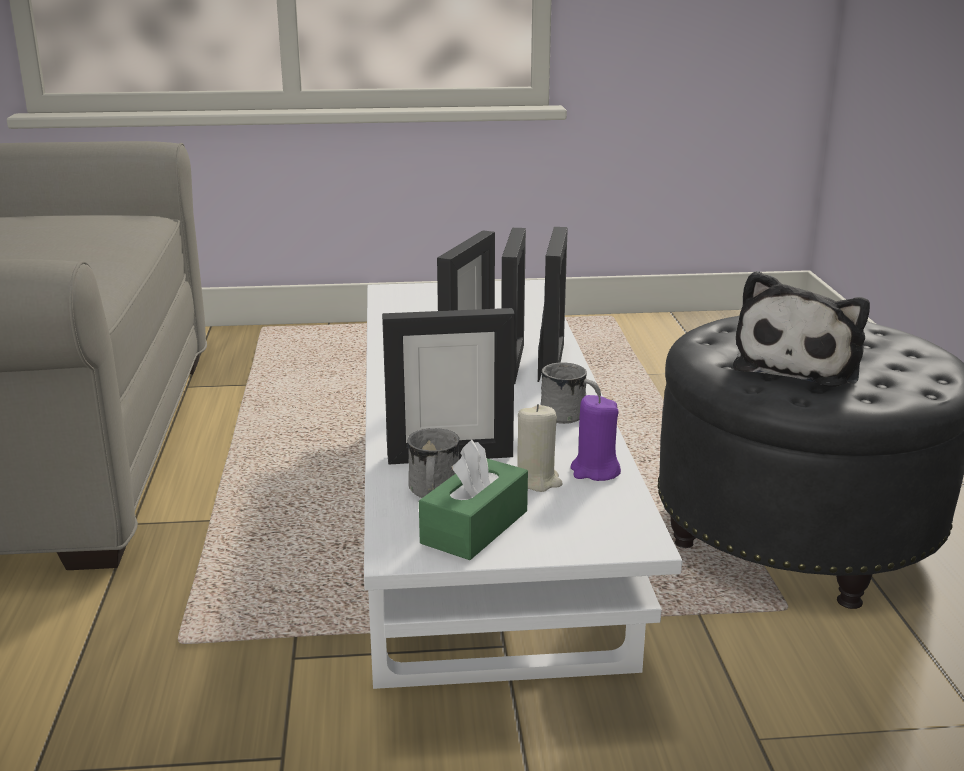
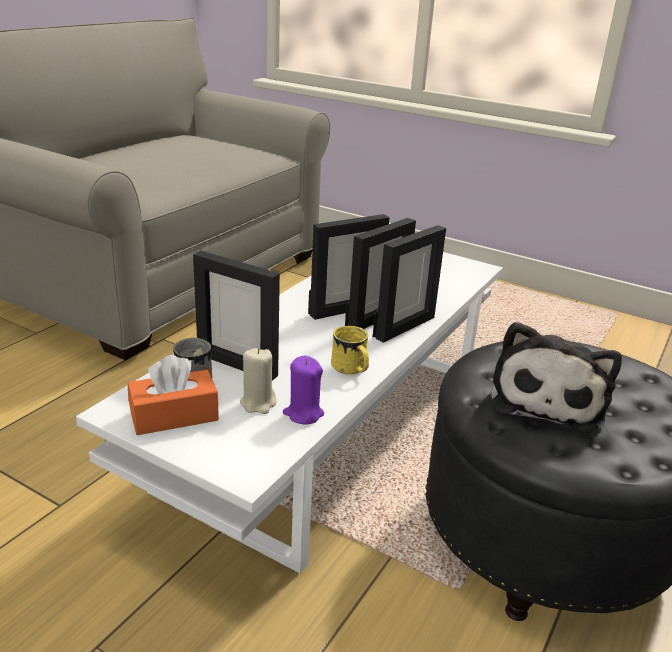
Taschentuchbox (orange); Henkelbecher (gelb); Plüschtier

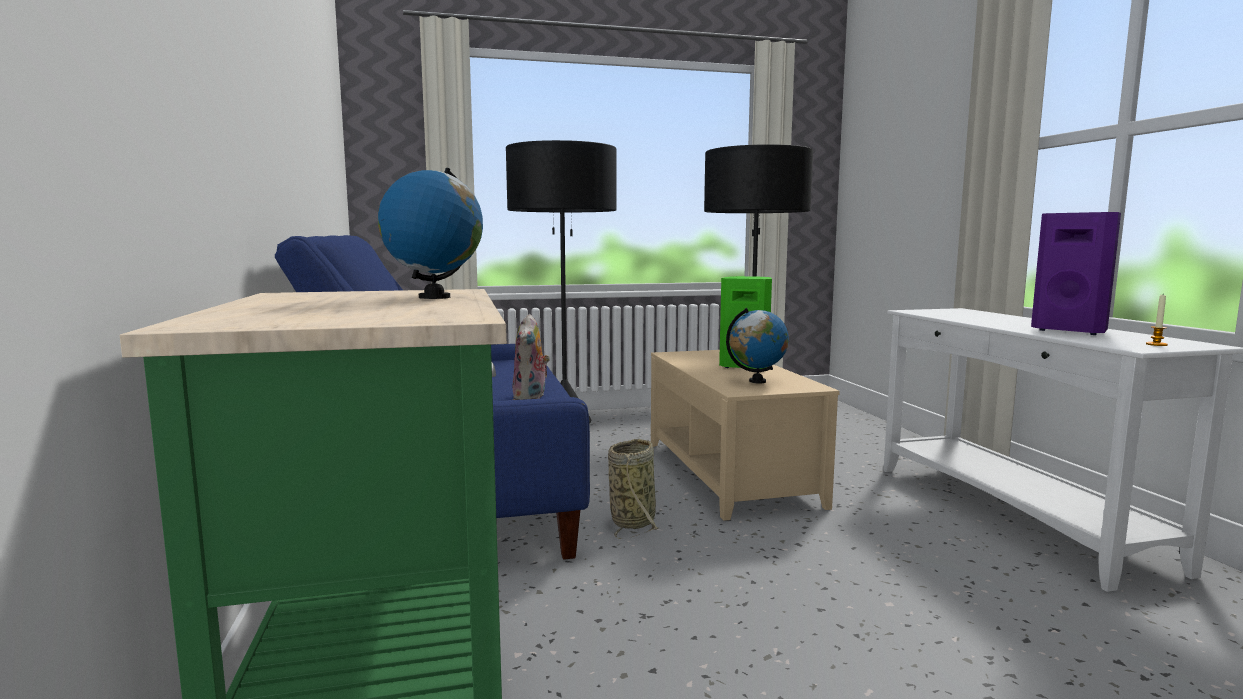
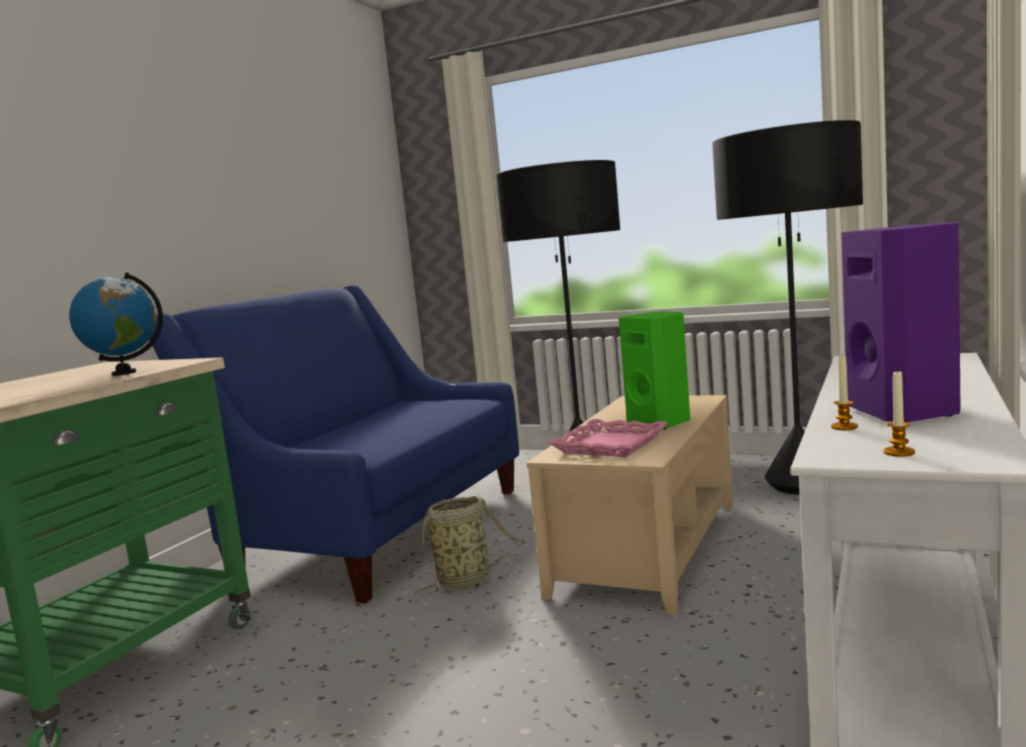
Plüschtier; Kerze (no. 1 from left); Tablett (rosa)

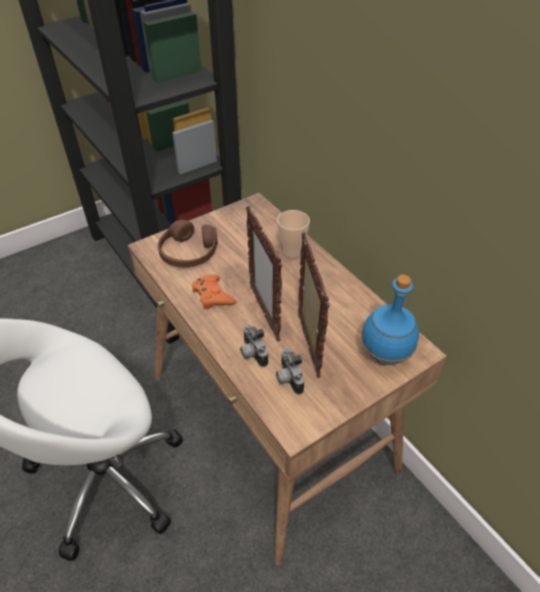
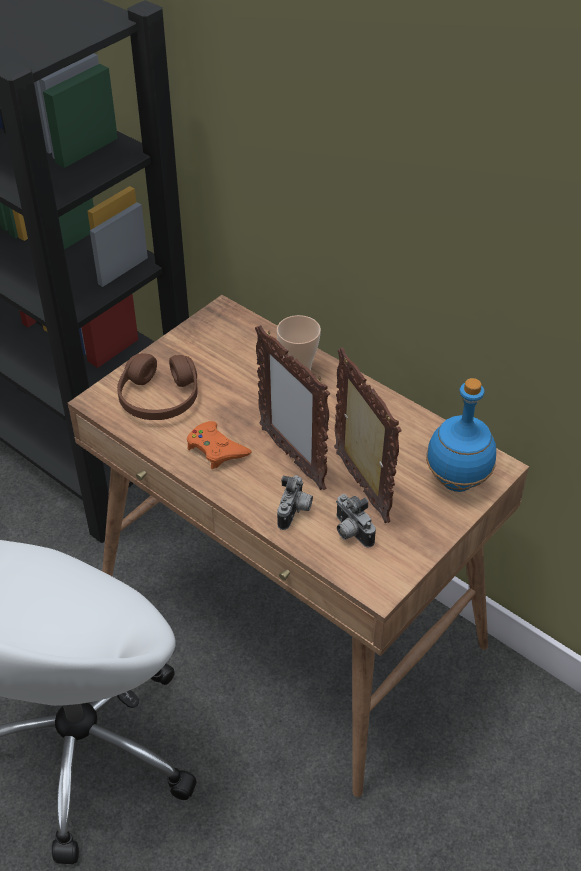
Kamera (no. 1 from left)

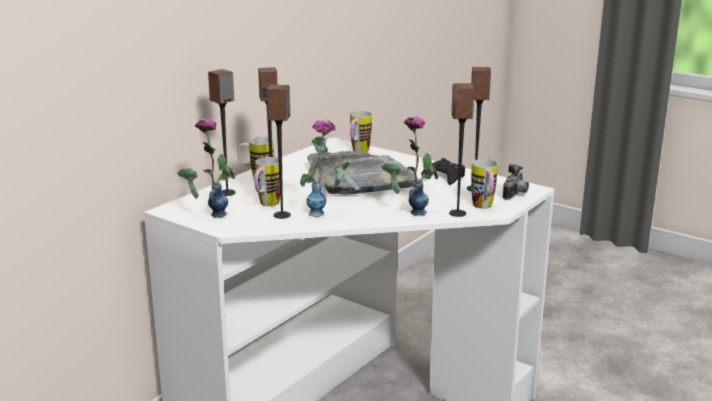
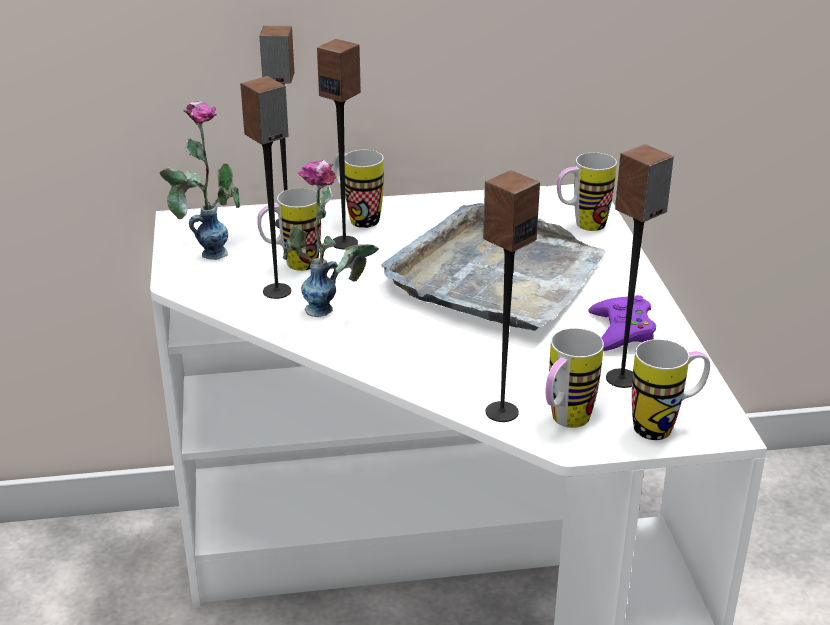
Vase (no. 3 from left in the first image); Henkelbecher (no. 5 from left); Gamepad (lila)

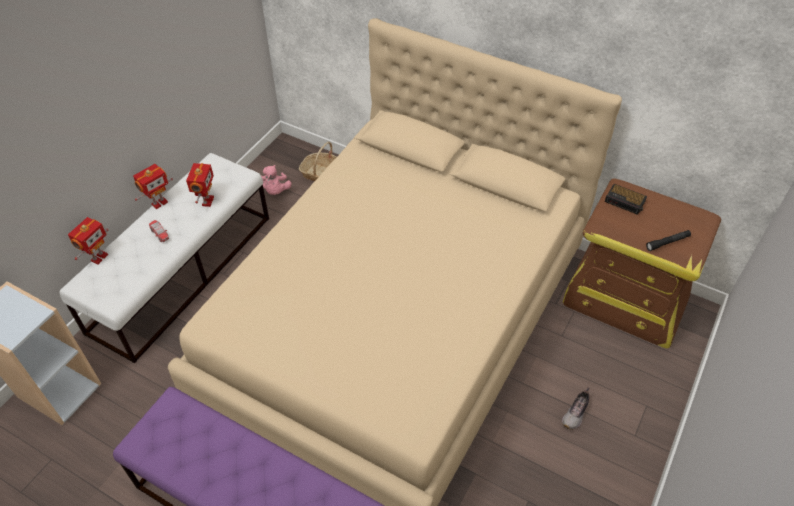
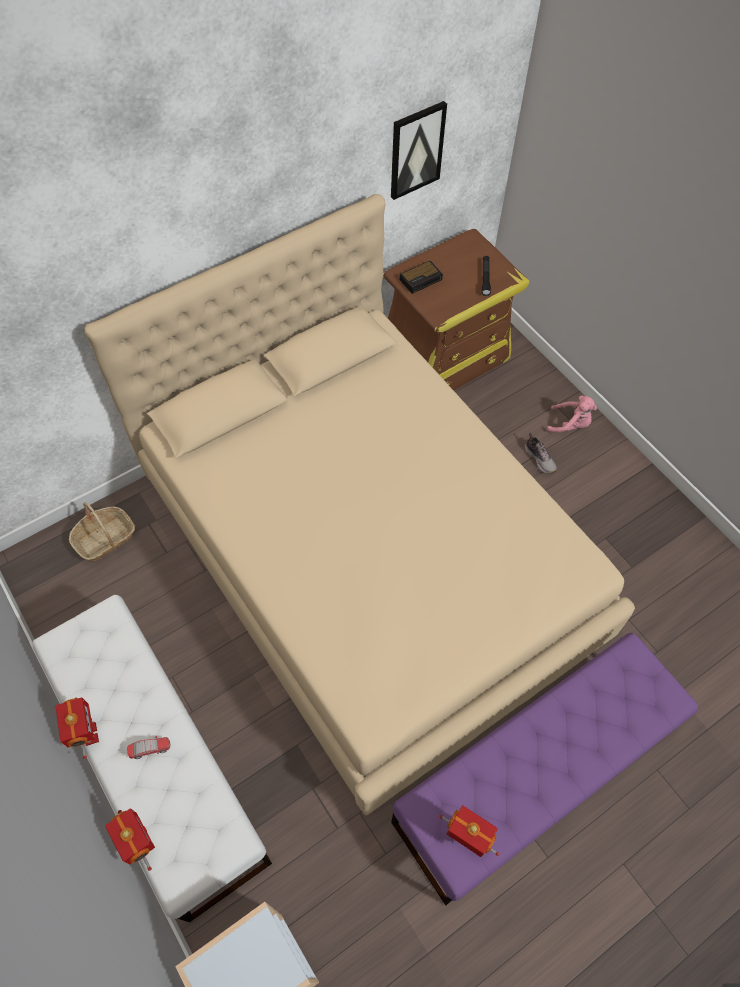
Bild; Spielzeugroboter (no. 3 from left); Plüschtier (rosa)

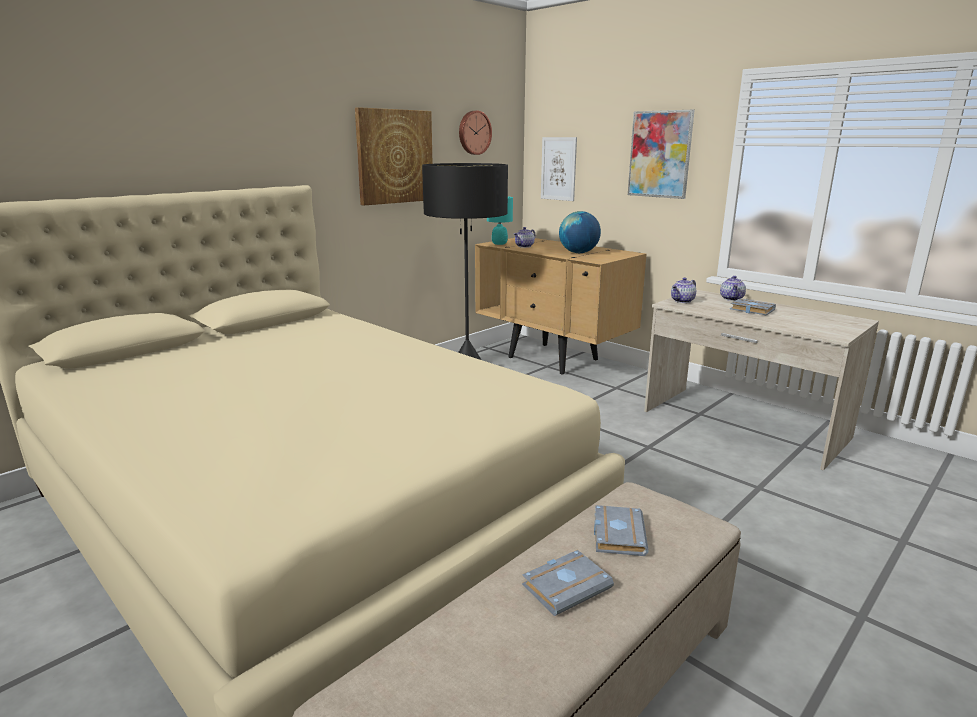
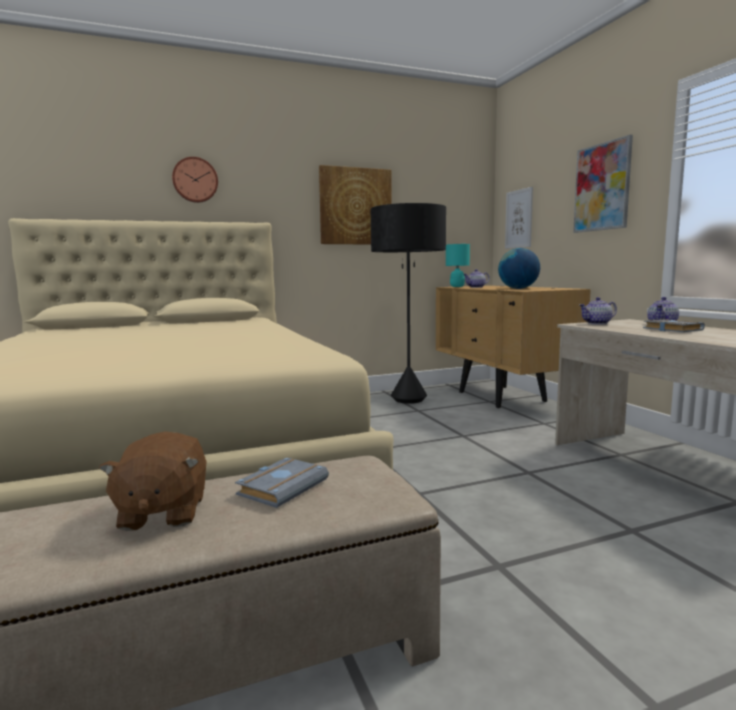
Wanduhr; Plüschtier (braun)

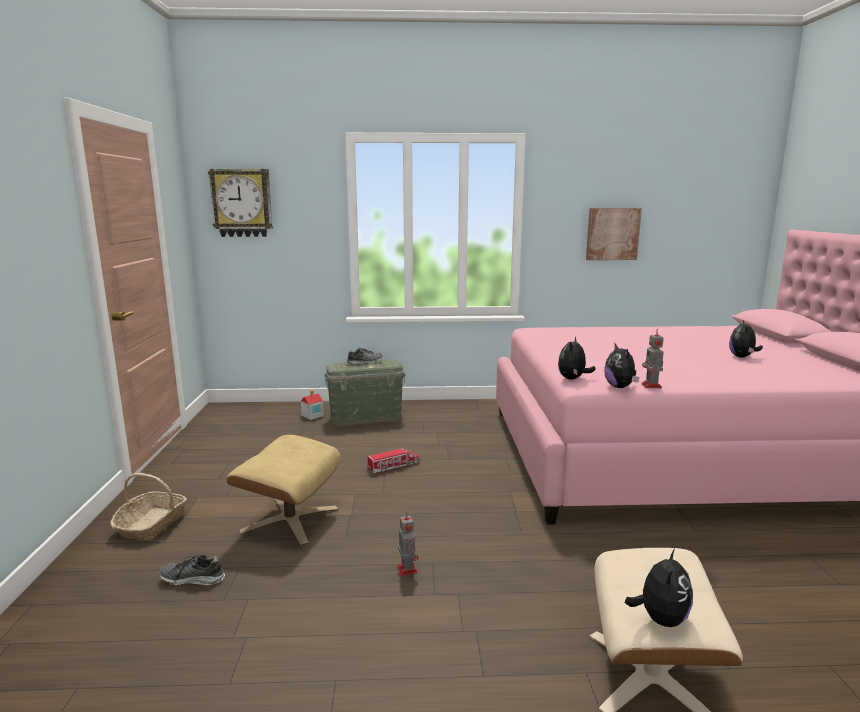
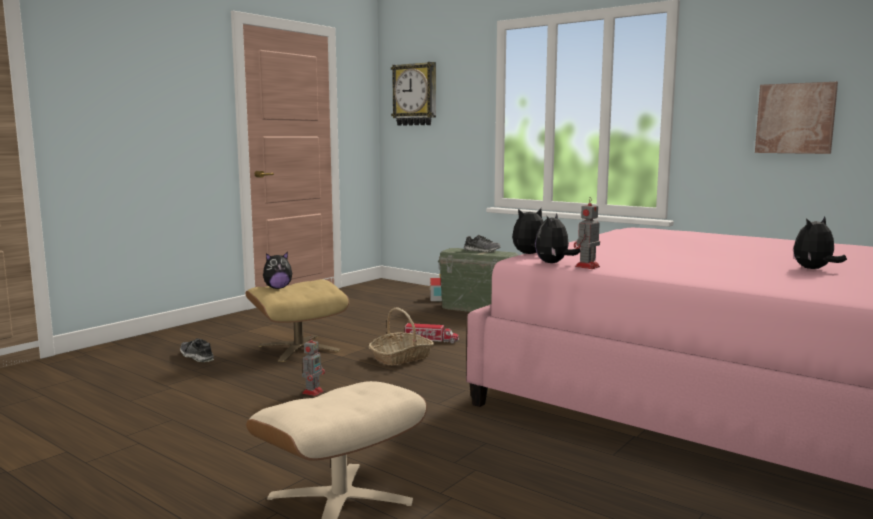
Korb; Plüschtier (no. 1 from left)

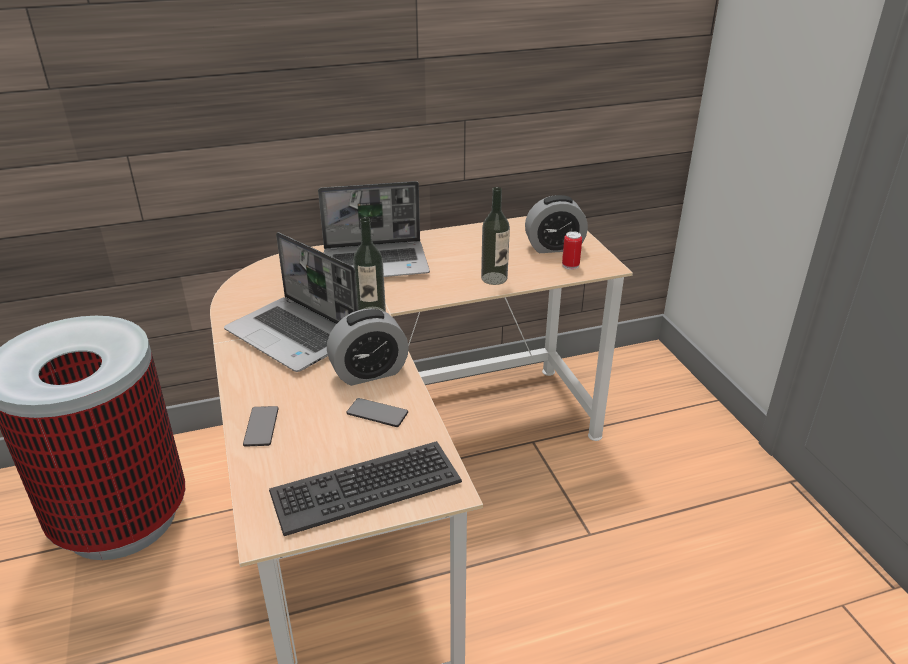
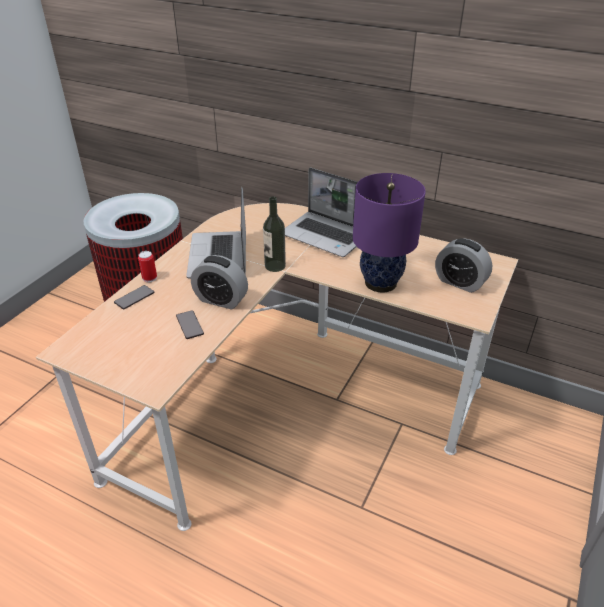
Tastatur; Dose; Tischlampe (lila)

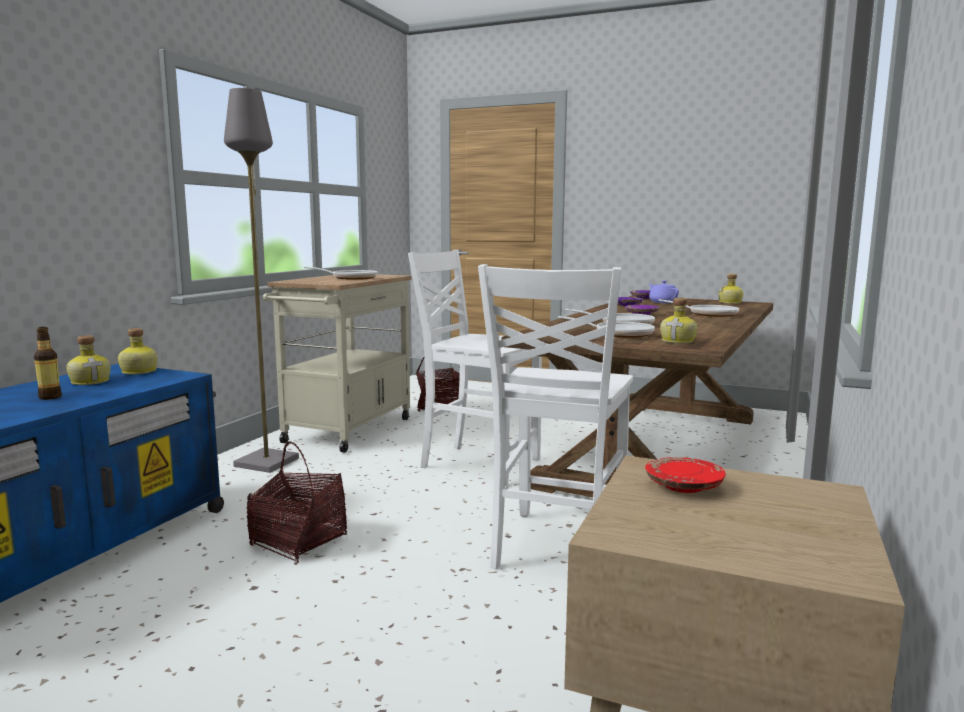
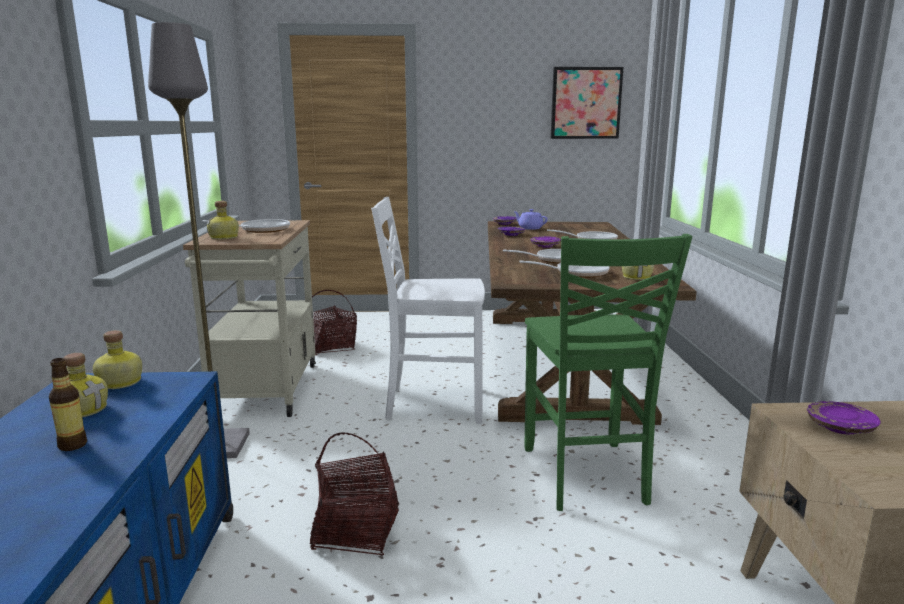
Bild; Flasche (no. 4 from left); Stuhl (grün); Teller (lila) (no. 4 from left)

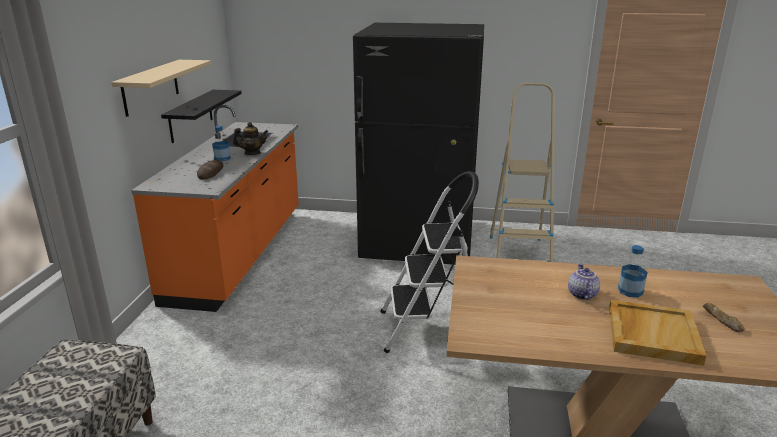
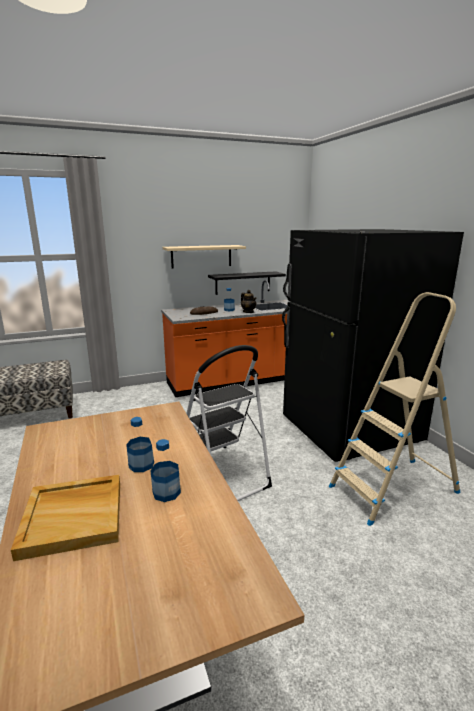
Brot (no. 2 from left in the first image); Flasche (no. 1 from left)

